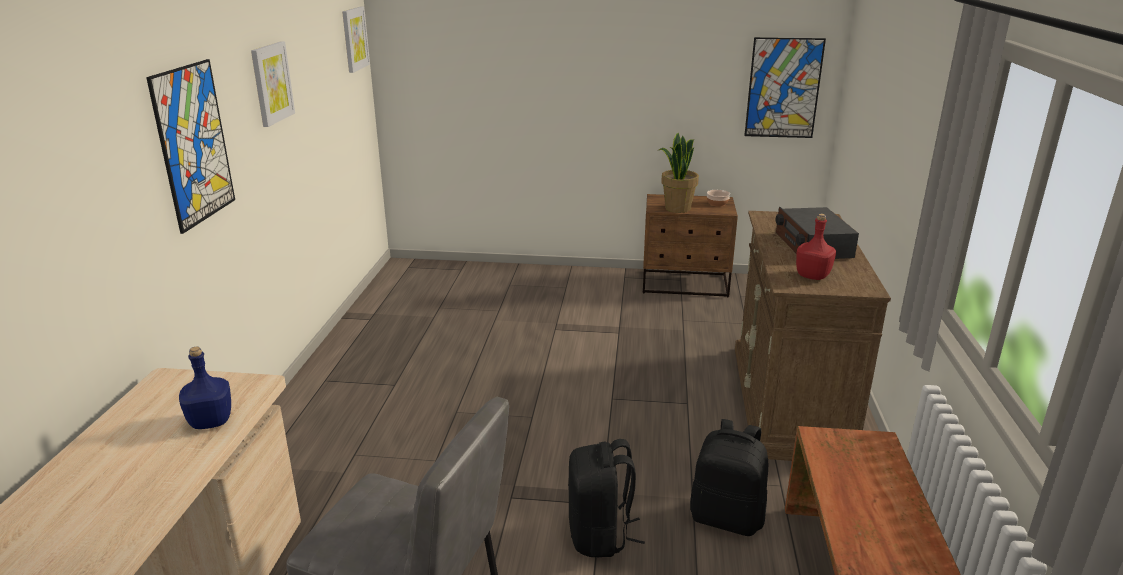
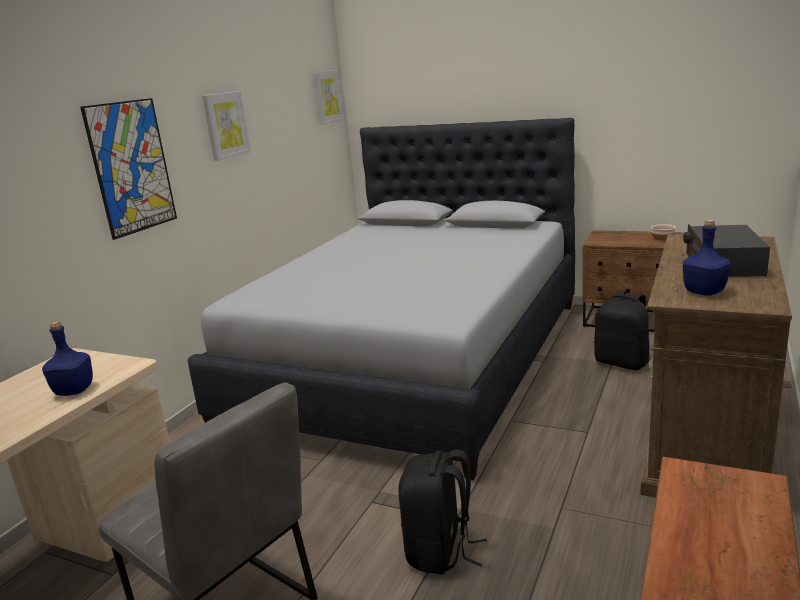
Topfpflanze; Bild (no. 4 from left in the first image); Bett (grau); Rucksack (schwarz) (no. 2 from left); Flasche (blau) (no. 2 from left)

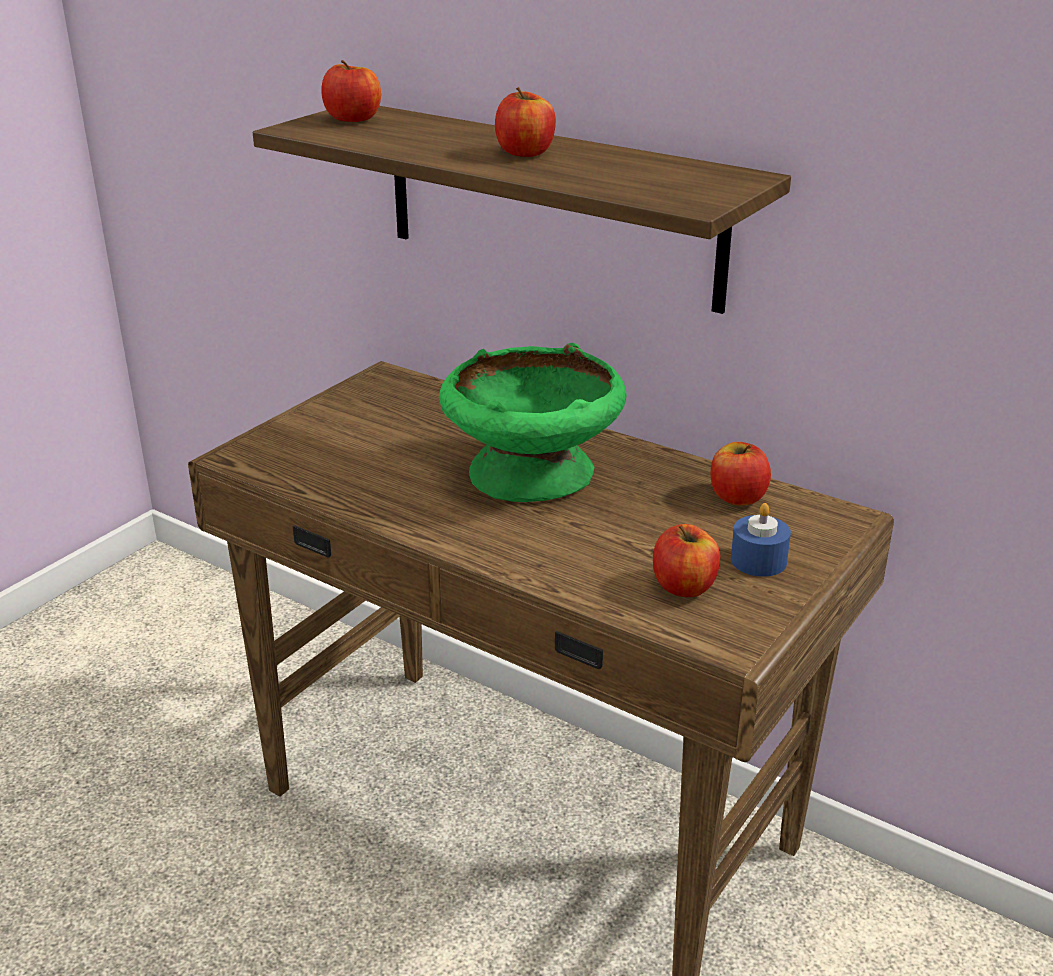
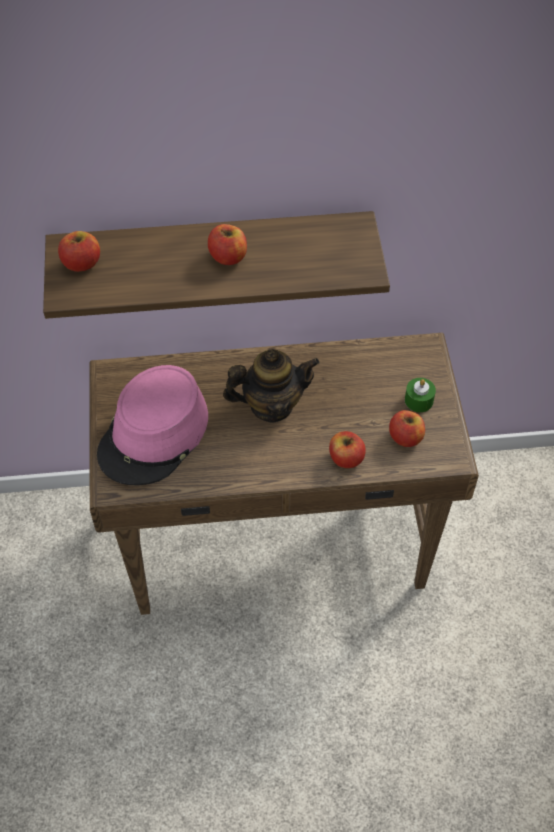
Hut (rosa); Apfel (no. 3 from left); Teekanne; Kerze (grün)

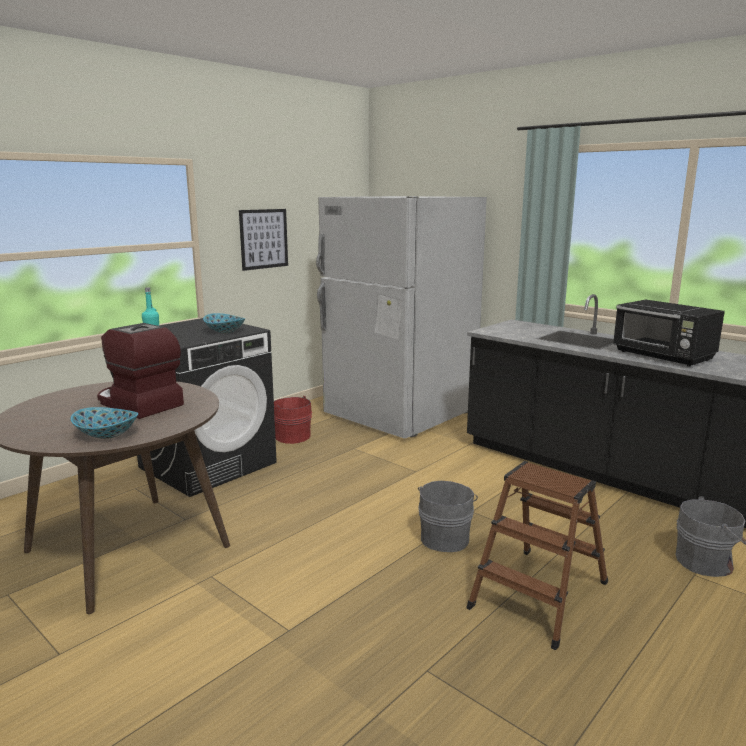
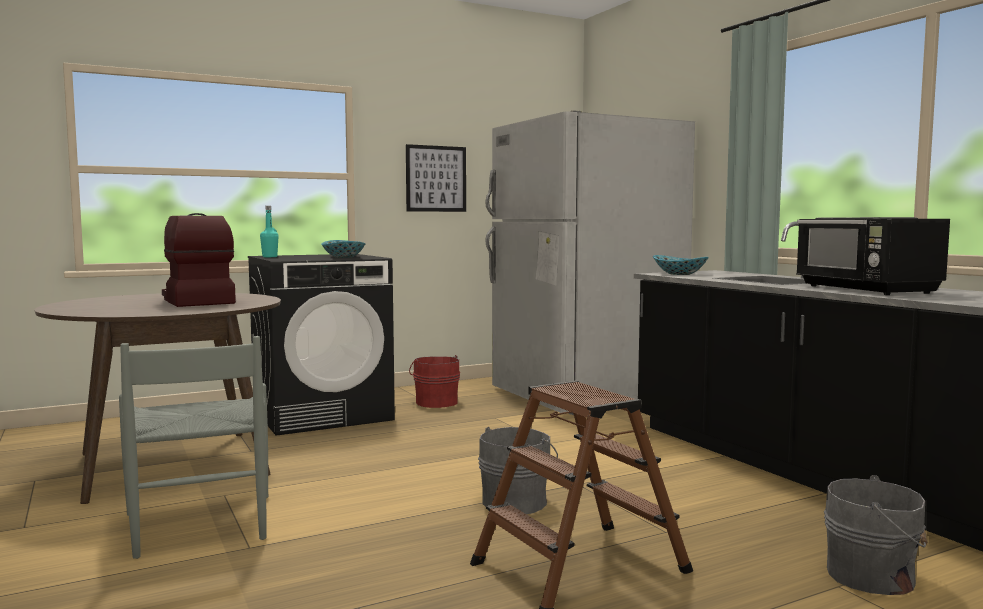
Stuhl (grau); Schüssel (no. 2 from left)

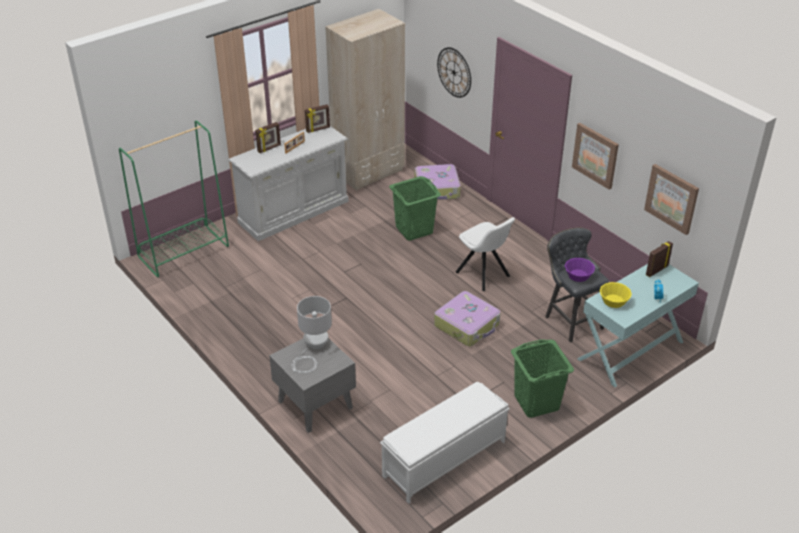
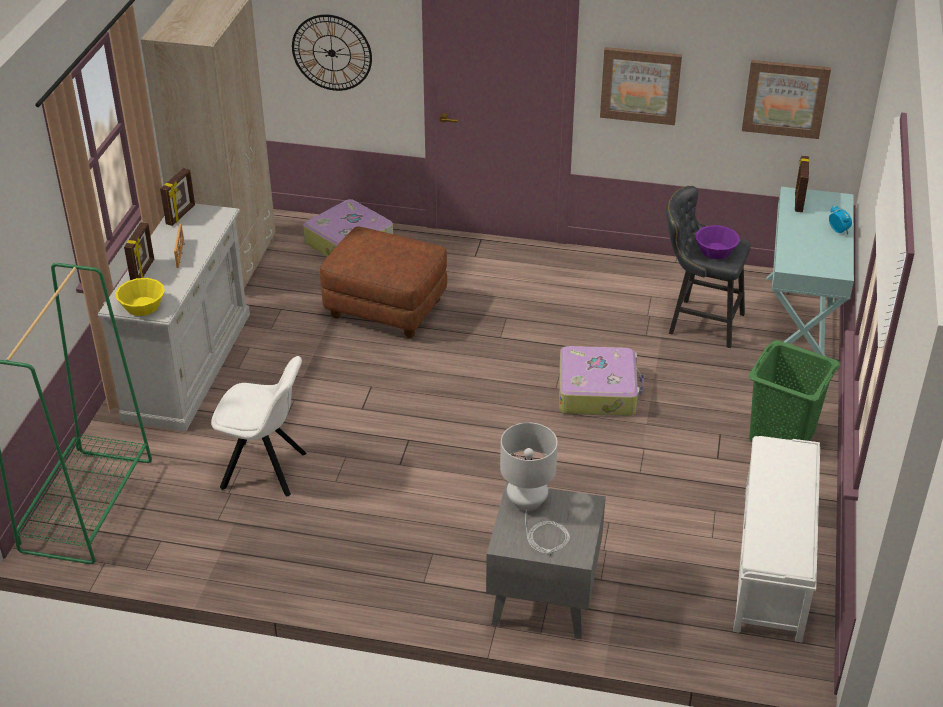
Stuhl (weiß); Schüssel (gelb); Polsterhocker (braun)

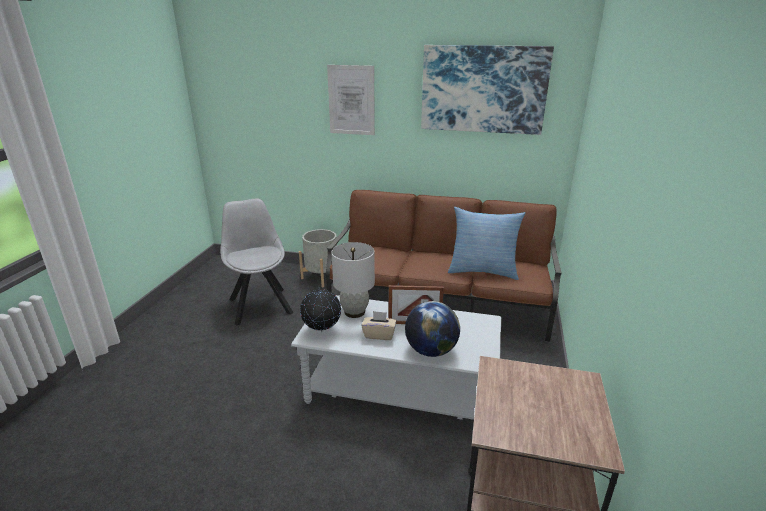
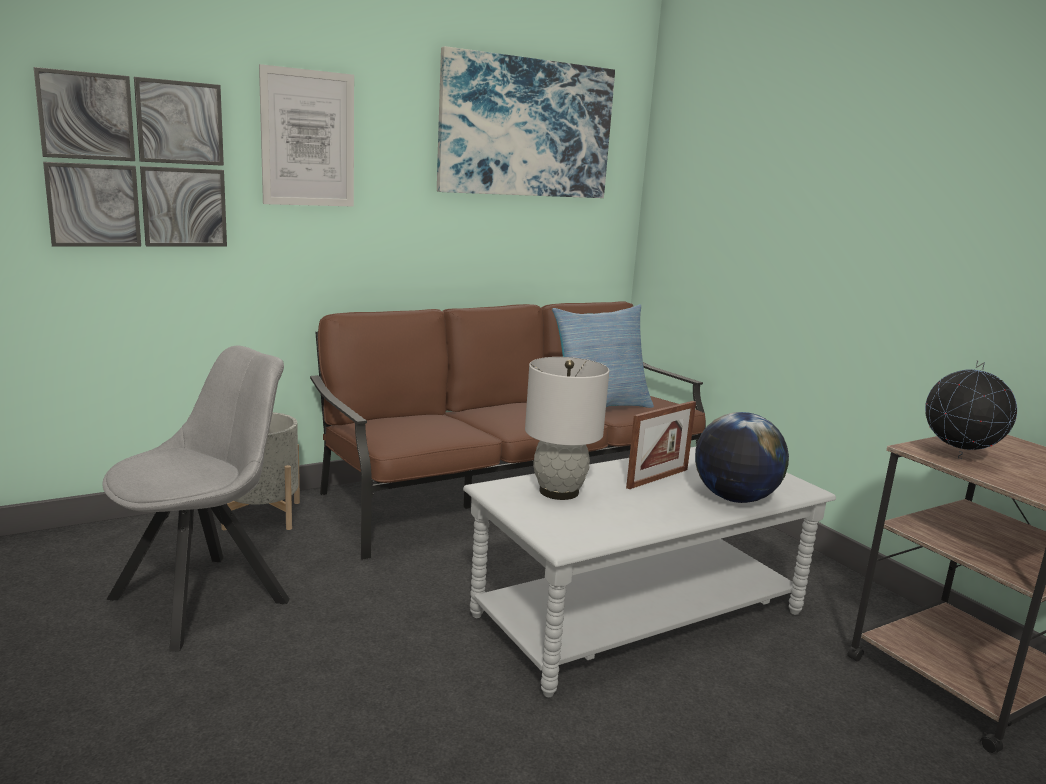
Taschentuchbox (beige); Bild (no. 1 from left); Globus (no. 2 from left); Stuhl (grau)

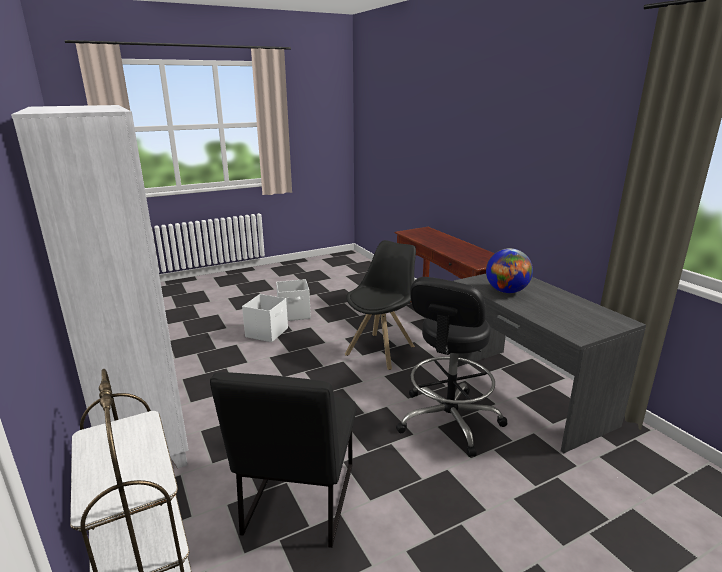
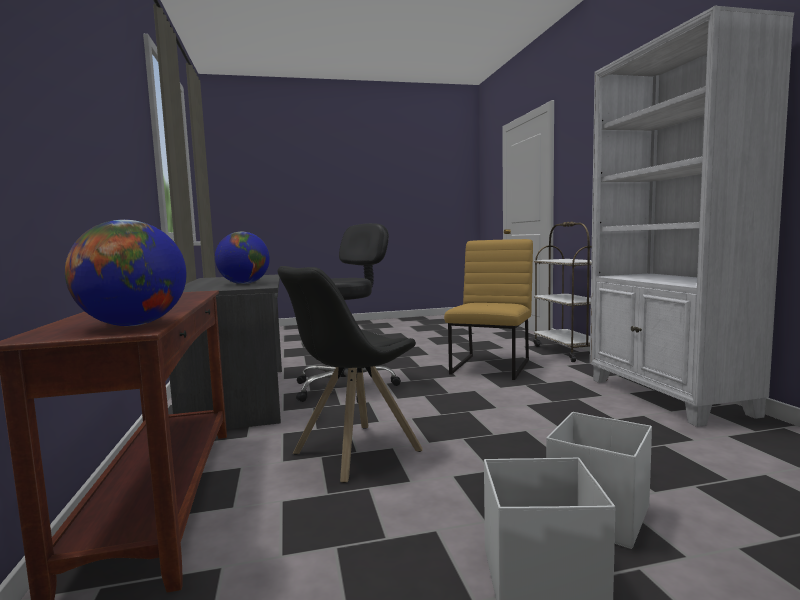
Globus (no. 1 from left); Stuhl (gelb)

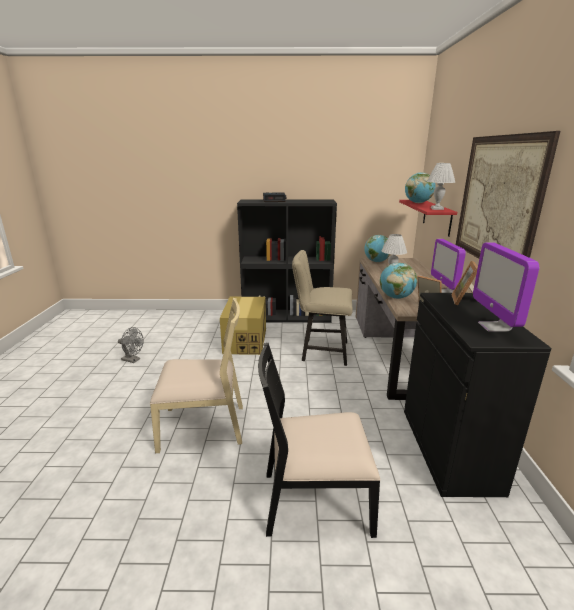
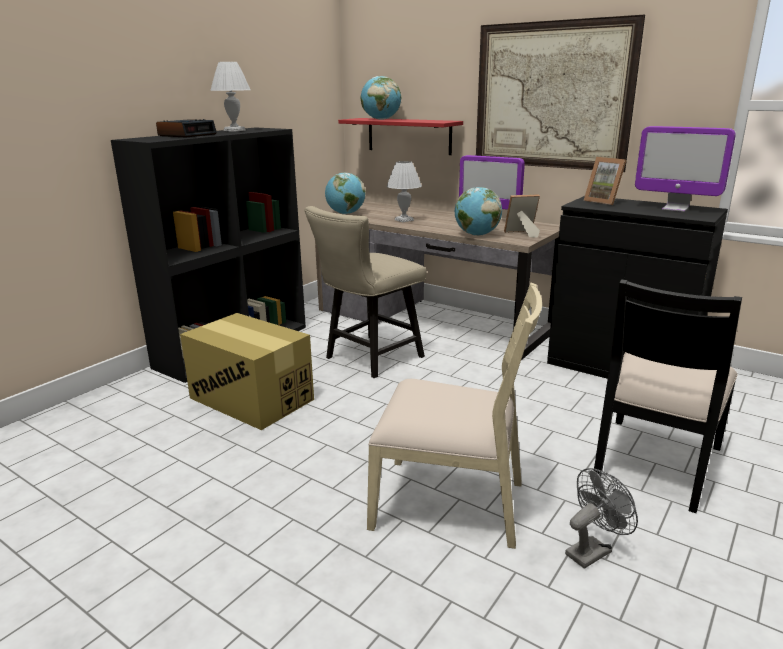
Ventilator (grau); Tischlampe (weiß) (no. 1 from left); Stuhl (beige) (no. 2 from left)

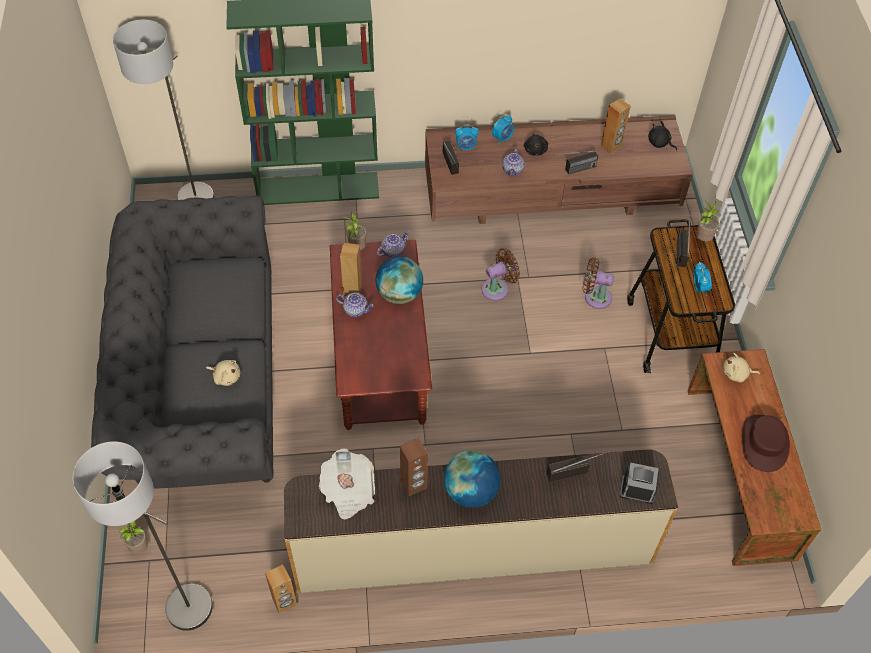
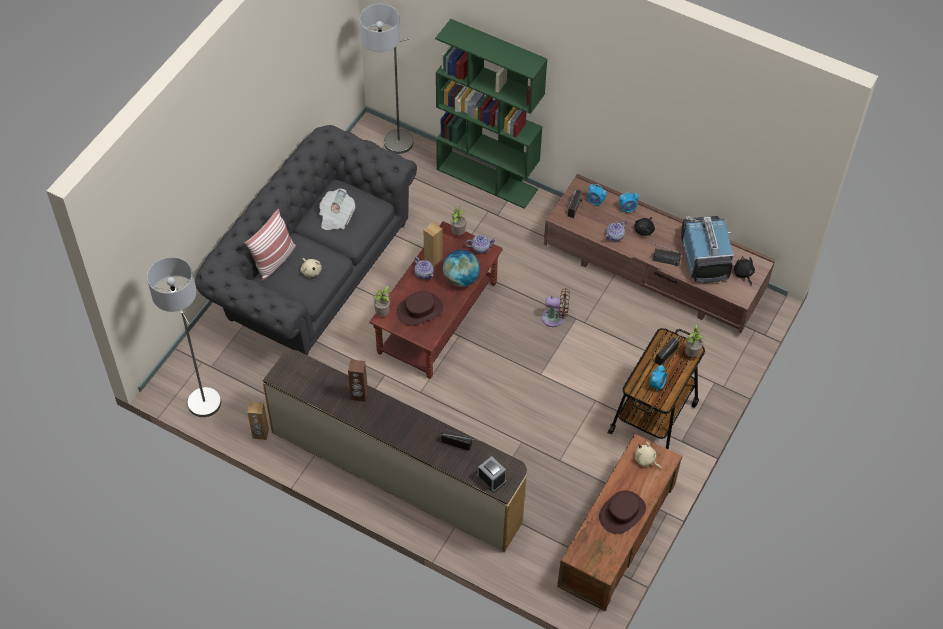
Globus (no. 2 from left in the first image); Ventilator (braun) (no. 2 from left in the first image); Kissen; Hut (braun) (no. 1 from left); Topfpflanze (no. 1 from left); Zeitung; Fernseher

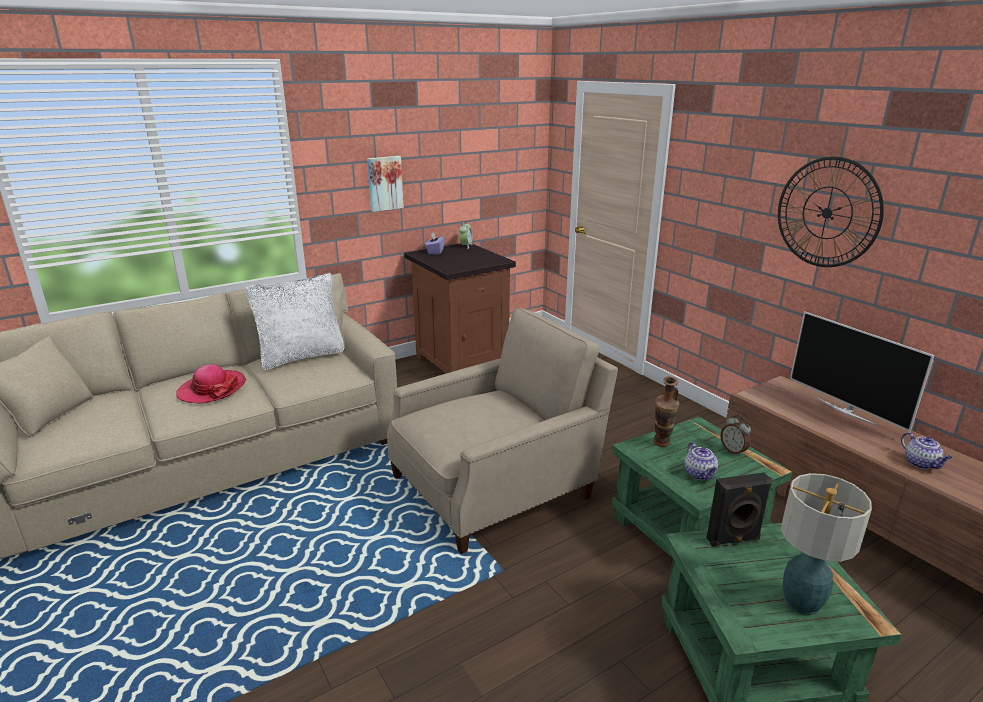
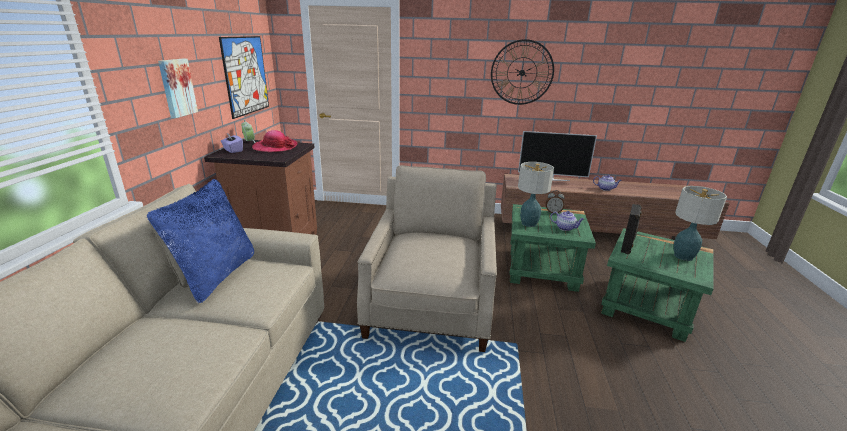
Bild (no. 2 from left); Hut; Tischlampe (no. 1 from left); Kissen (blau)

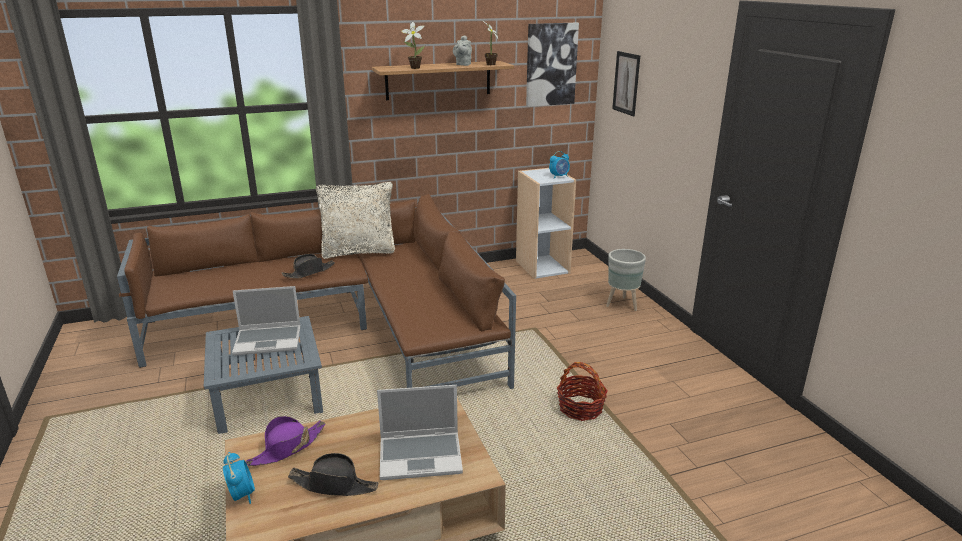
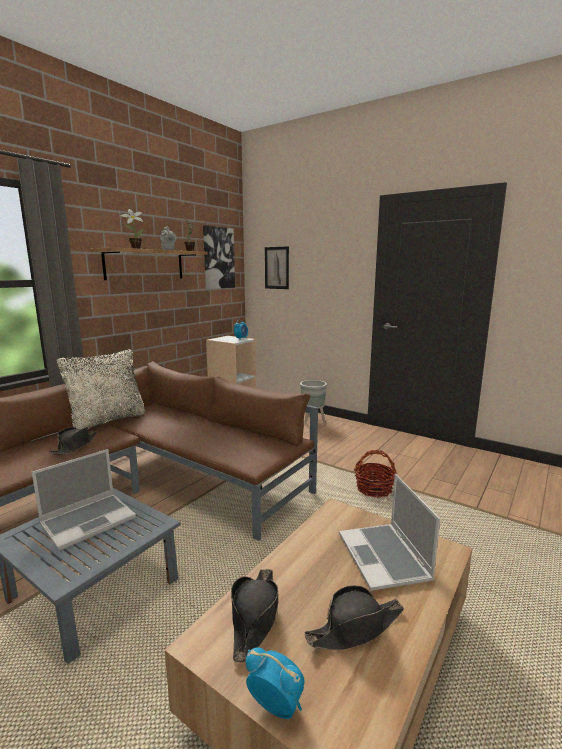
Hut (schwarz) (no. 2 from left); Laptop (no. 2 from left)

